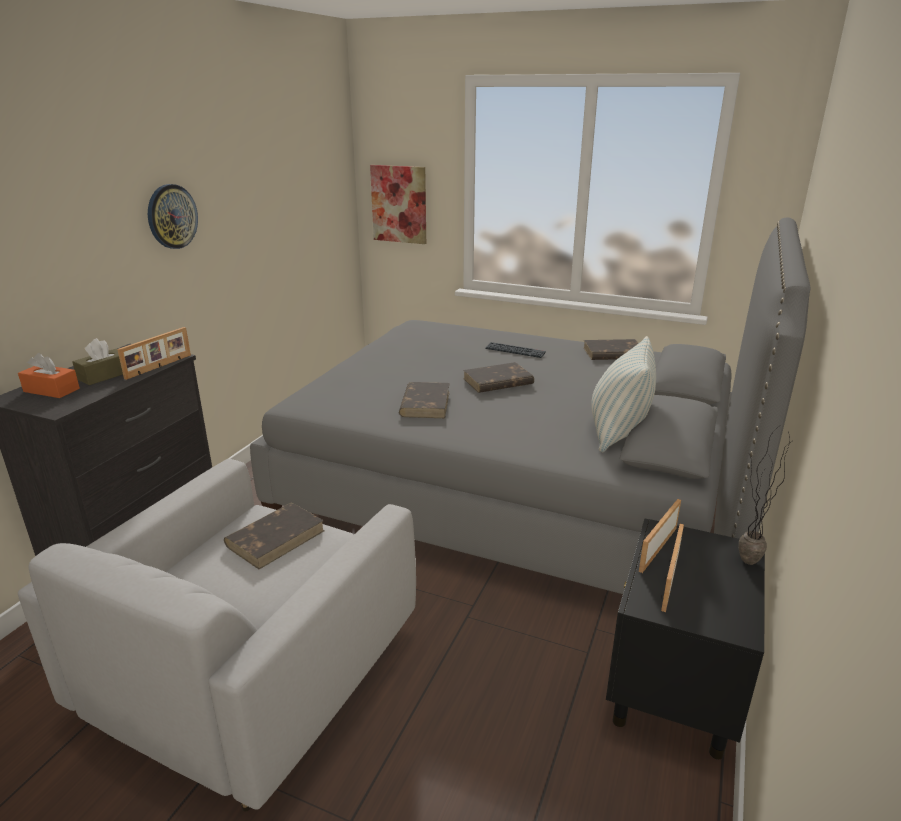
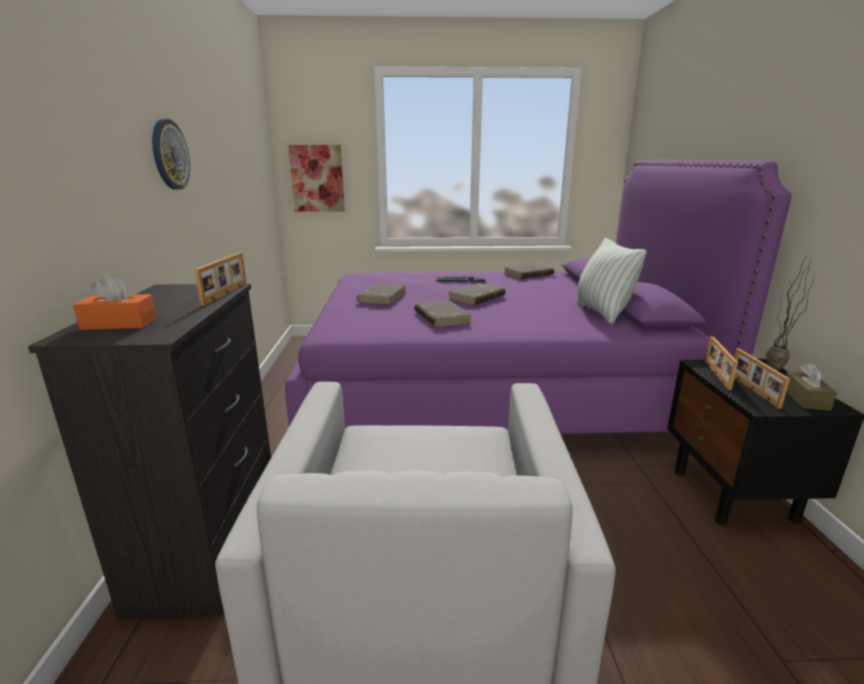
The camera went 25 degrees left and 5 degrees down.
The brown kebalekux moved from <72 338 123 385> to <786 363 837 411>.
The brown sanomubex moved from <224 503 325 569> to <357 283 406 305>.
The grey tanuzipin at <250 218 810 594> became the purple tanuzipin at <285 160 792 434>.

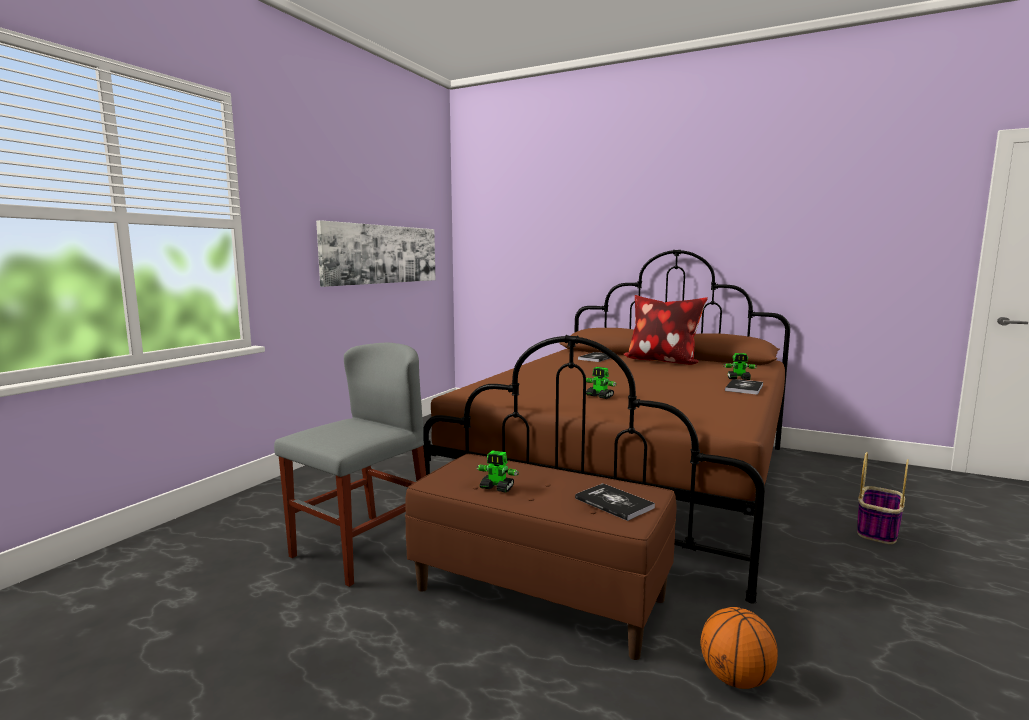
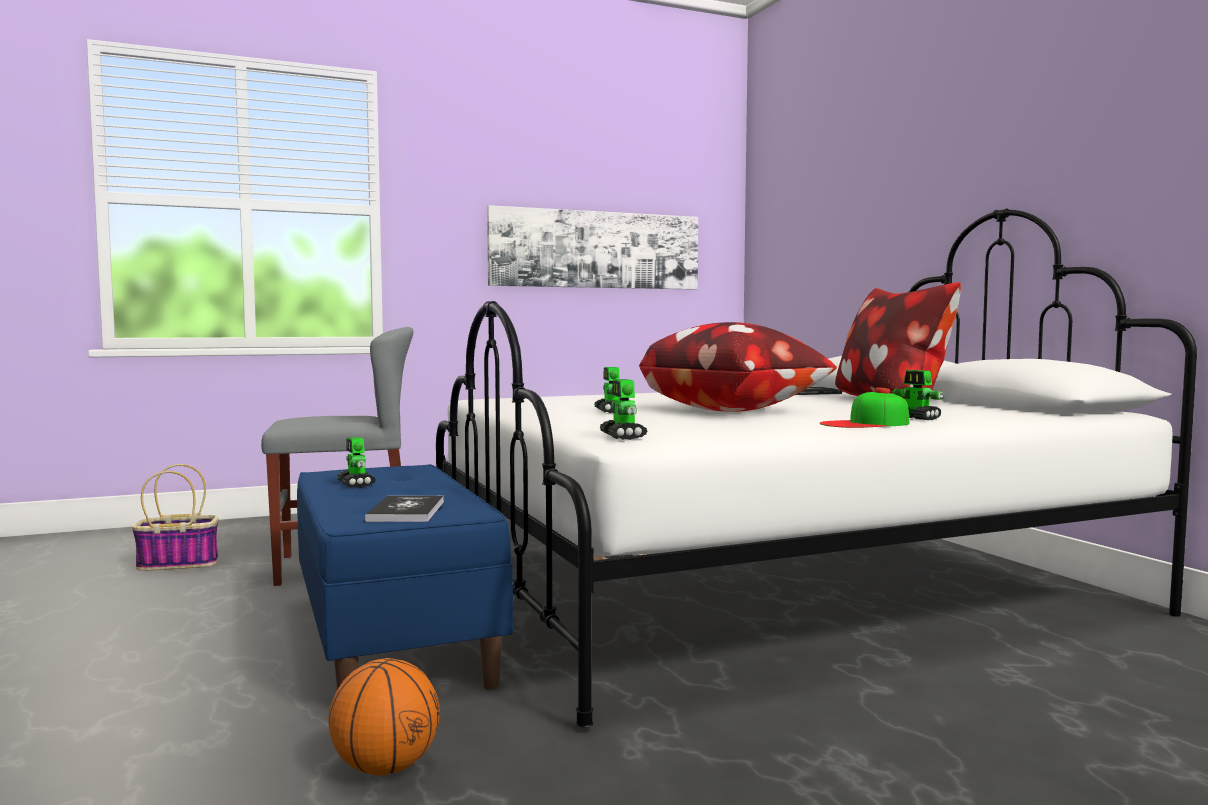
The camera went 40 degrees right and 5 degrees down.
The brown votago at <405 454 676 660> became the blue votago at <297 464 513 690>.
The brown tanuzipin at <423 249 790 604> became the white tanuzipin at <436 208 1197 728>.
The sanomubex at <725 379 763 395> was replaced by the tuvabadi at <819 388 910 428>.
The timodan moved from <857 452 909 544> to <132 464 219 571>.
The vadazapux at <600 379 647 440> appeared.
The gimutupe at <639 322 837 412> appeared.

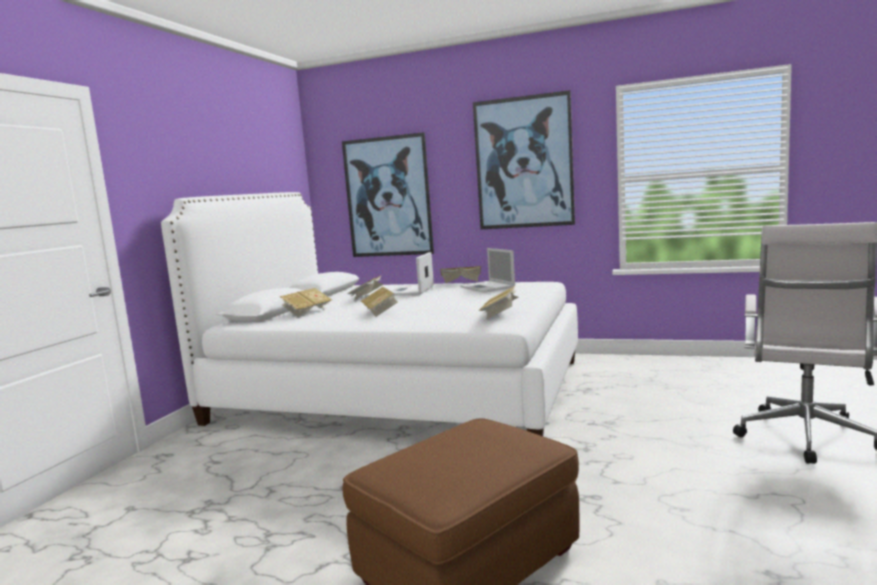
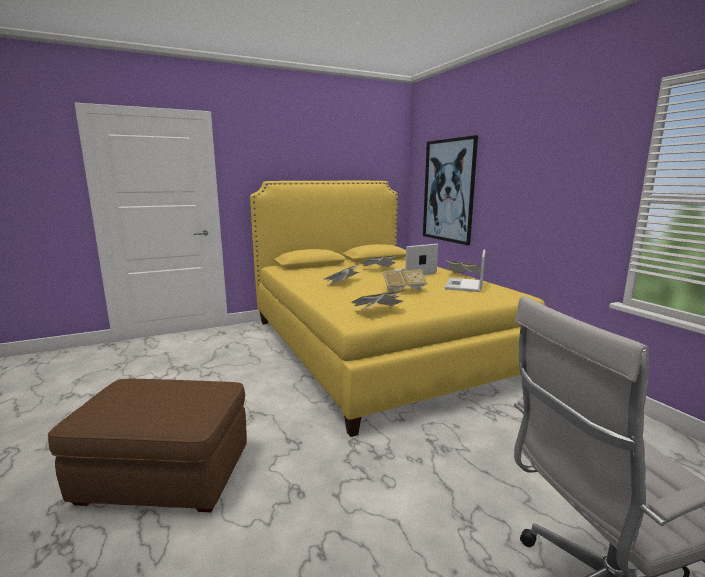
The camera went 45 degrees right and 5 degrees up.
The white tanuzipin at <161 192 578 436> became the yellow tanuzipin at <250 181 545 437>.
The sanomubex moved from <280 288 332 317> to <382 270 427 292>.
The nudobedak at <473 90 575 229> disappeared.

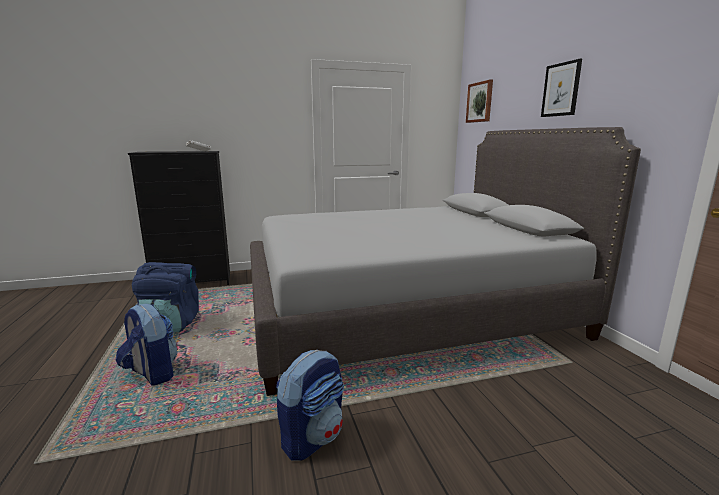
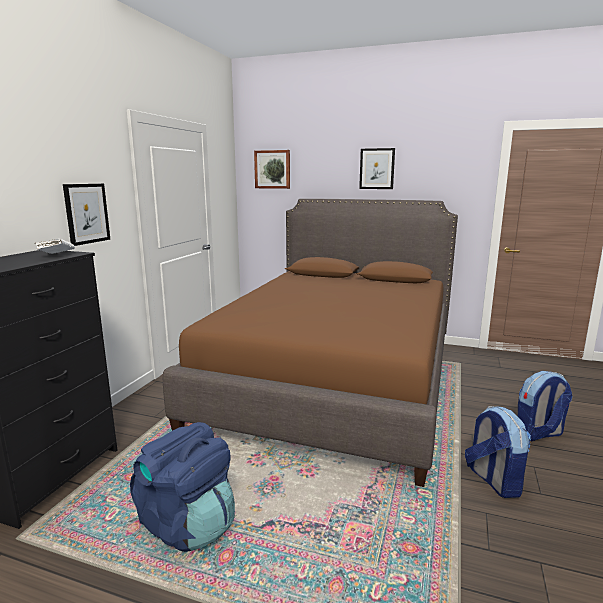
The camera went 55 degrees left and 0 degrees up.
The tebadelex moved from <116 304 178 386> to <518 371 572 441>.
The grey tanuzipin at <250 127 641 396> became the brown tanuzipin at <163 199 458 487>.
The nudobedak at <63 184 111 246> appeared.

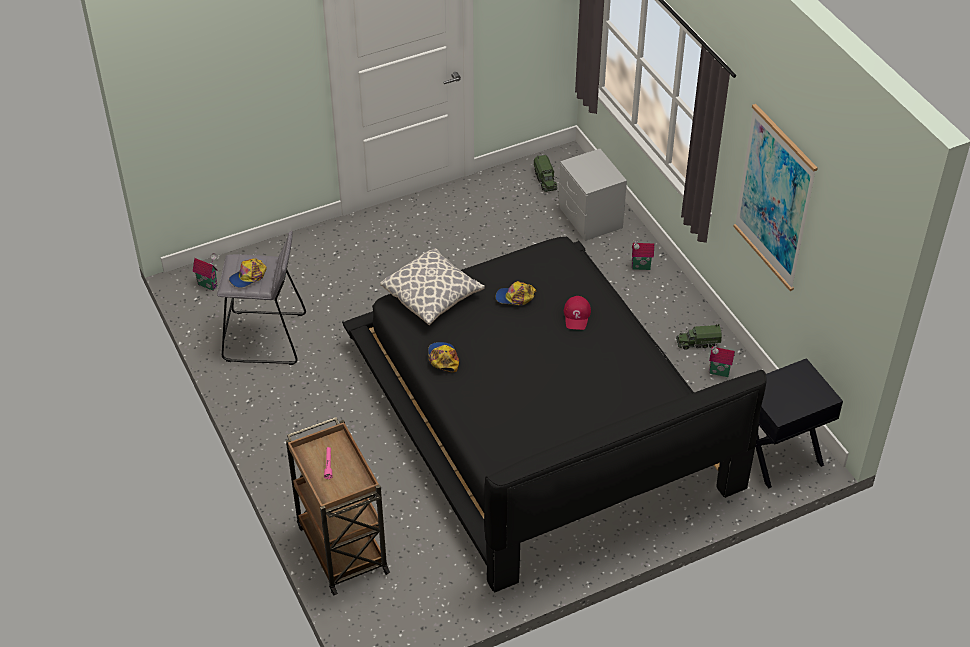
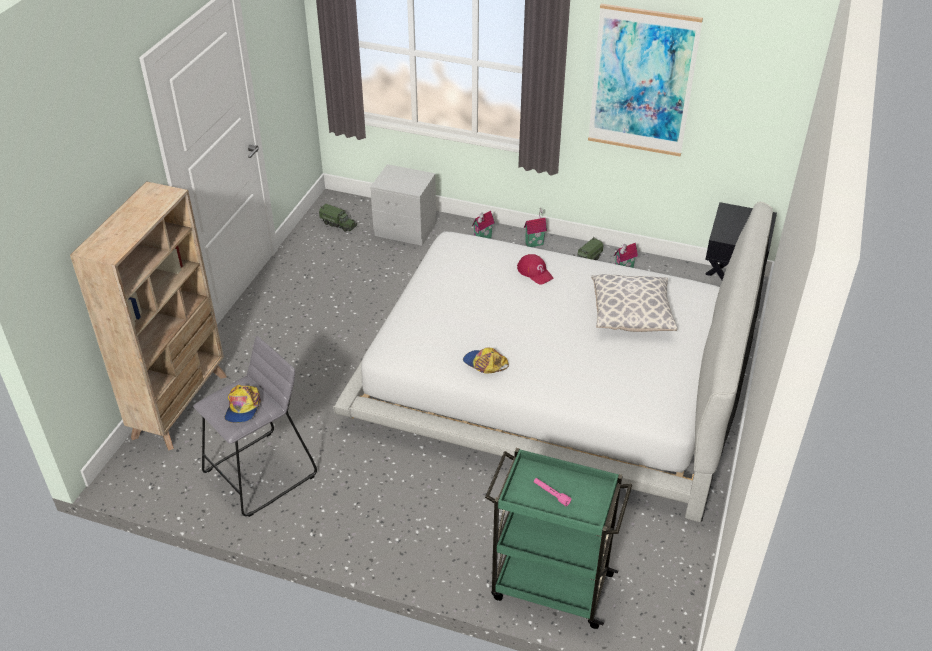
The camera went 45 degrees left and 5 degrees down.
The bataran moved from <193 253 218 291> to <524 208 547 247>.
The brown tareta at <286 417 390 596> became the green tareta at <485 448 632 629>.
The black tanuzipin at <342 237 767 593> became the white tanuzipin at <333 202 773 522>.
The gimutupe moved from <380 248 485 325> to <591 274 677 332>.
The tuvabadi at <496 281 537 305> disappeared.
The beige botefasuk at <70 181 227 450> appeared.

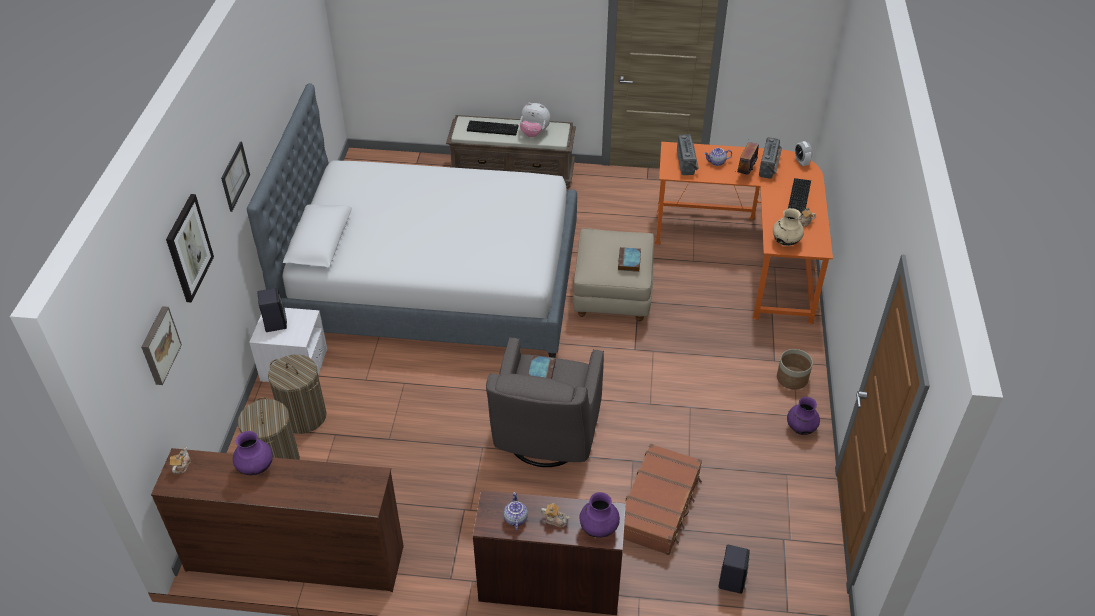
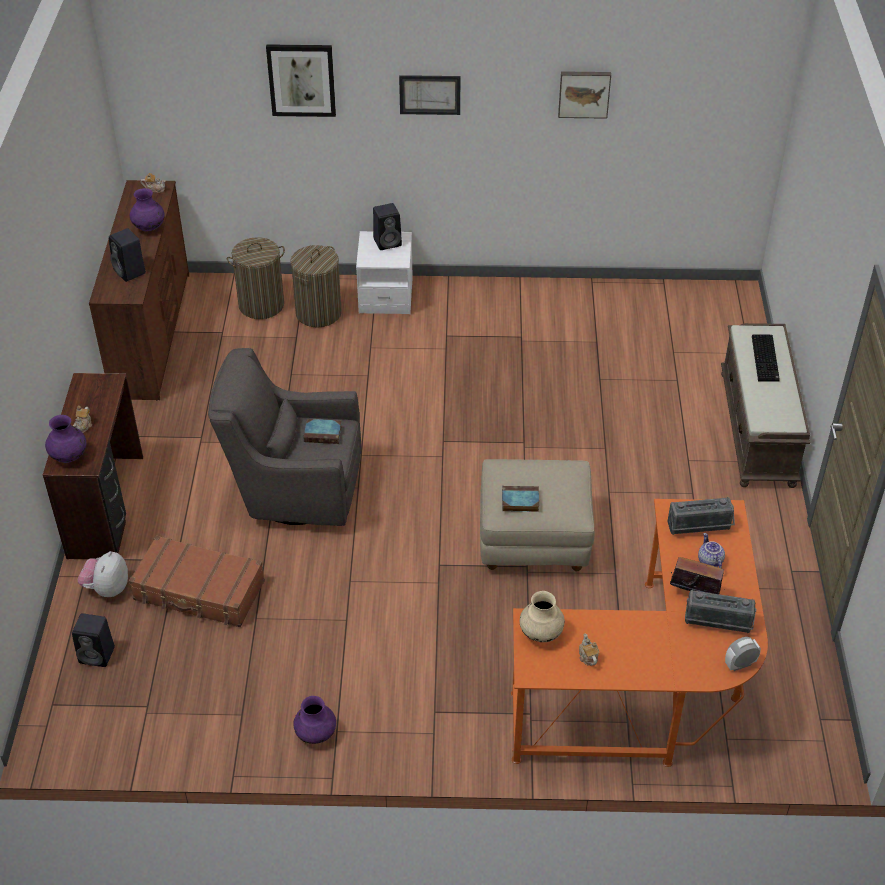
The camera went 85 degrees right and 0 degrees up.
The nudobedak moved from <141 306 182 385> to <558 71 611 119>.
The tanuzipin at <247 83 577 358> disappeared.
The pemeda at <504 492 528 531> disappeared.
The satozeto moved from <520 103 550 137> to <78 551 128 597>.
The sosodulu at <777 349 813 390> disappeared.
The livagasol at <788 178 811 215> disappeared.
The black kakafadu at <109 228 146 282> appeared.

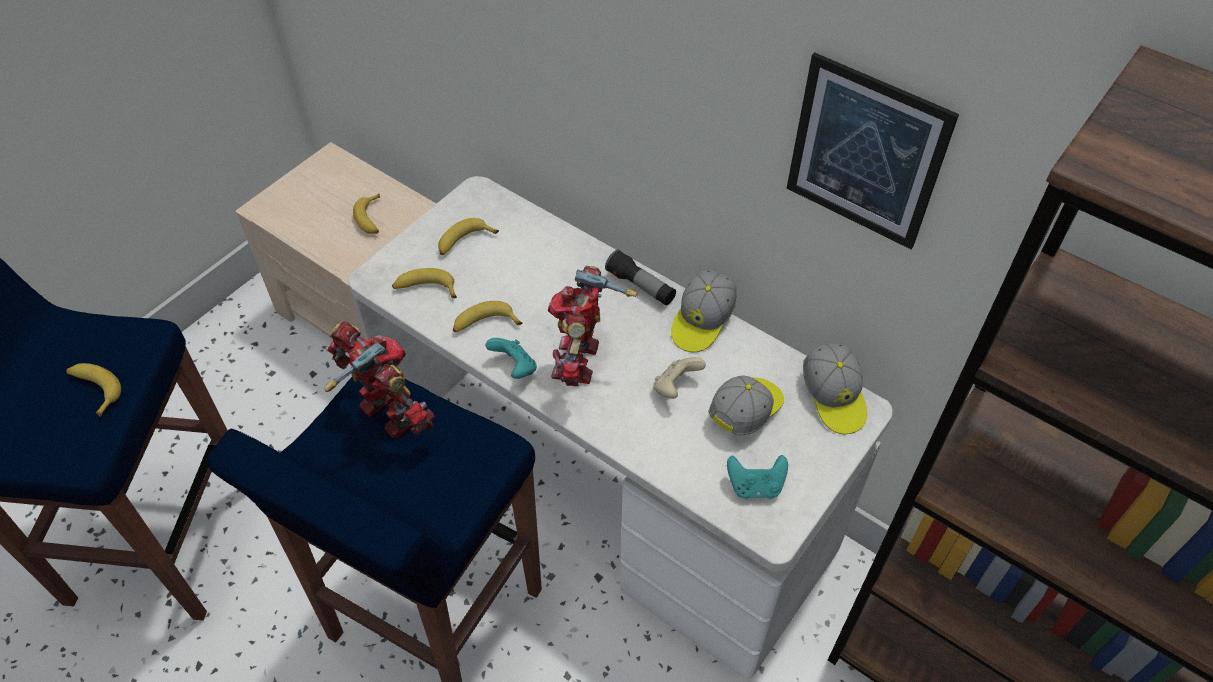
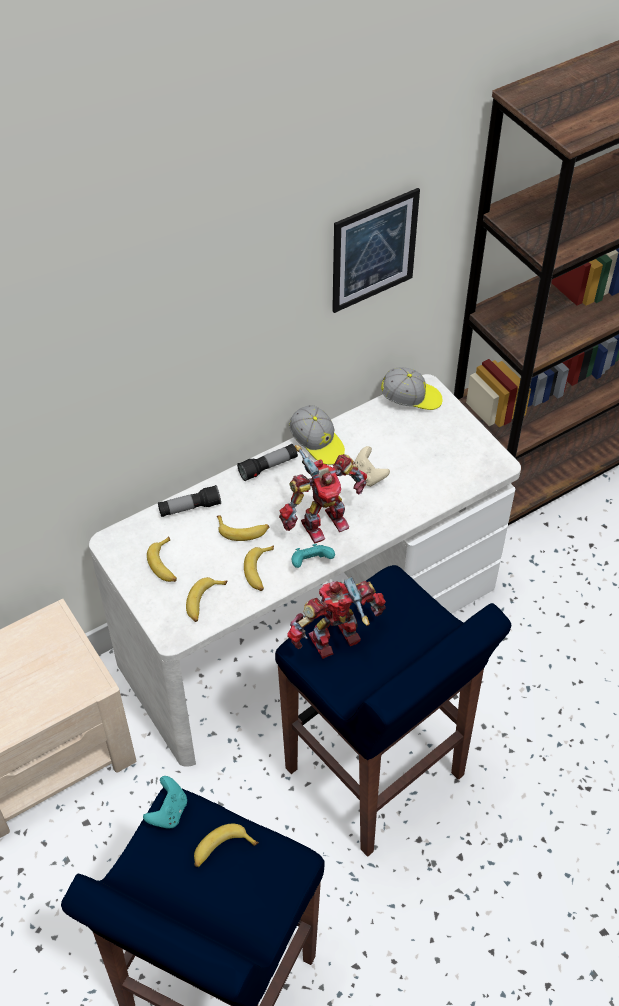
The camera went 70 degrees left and 0 degrees up.
The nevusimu moved from <353 193 380 234> to <217 515 269 541>.
The vadazapux at <548 266 637 386> turned 60 degrees counterclockwise.
The tuvabadi at <708 375 784 436> disappeared.
The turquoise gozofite moved from <727 455 788 499> to <143 776 187 829>.
The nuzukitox at <158 485 221 517> appeared.

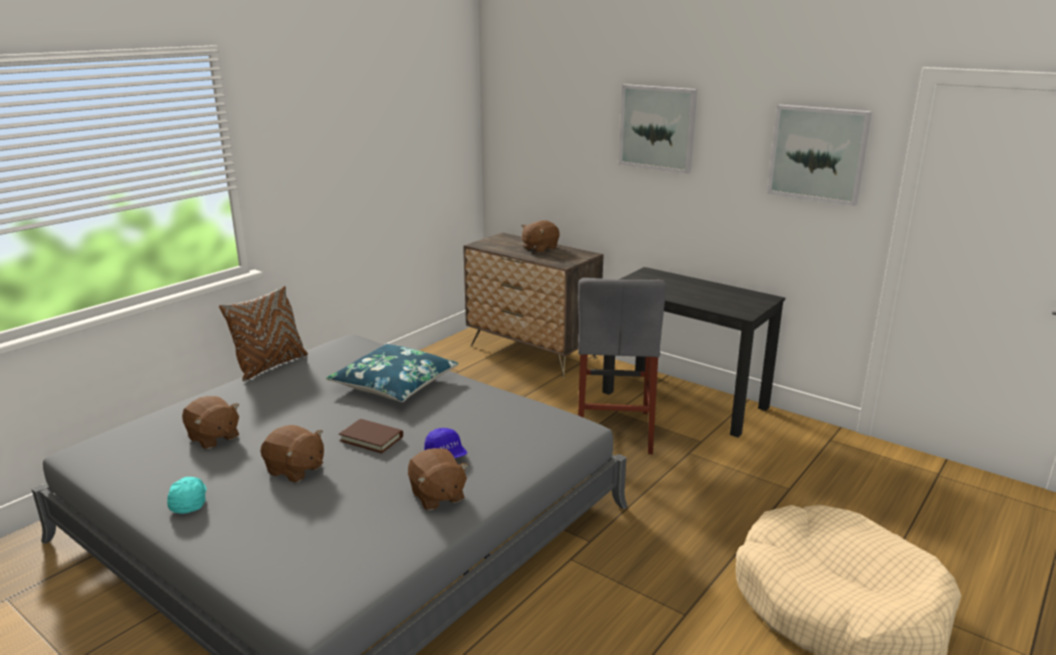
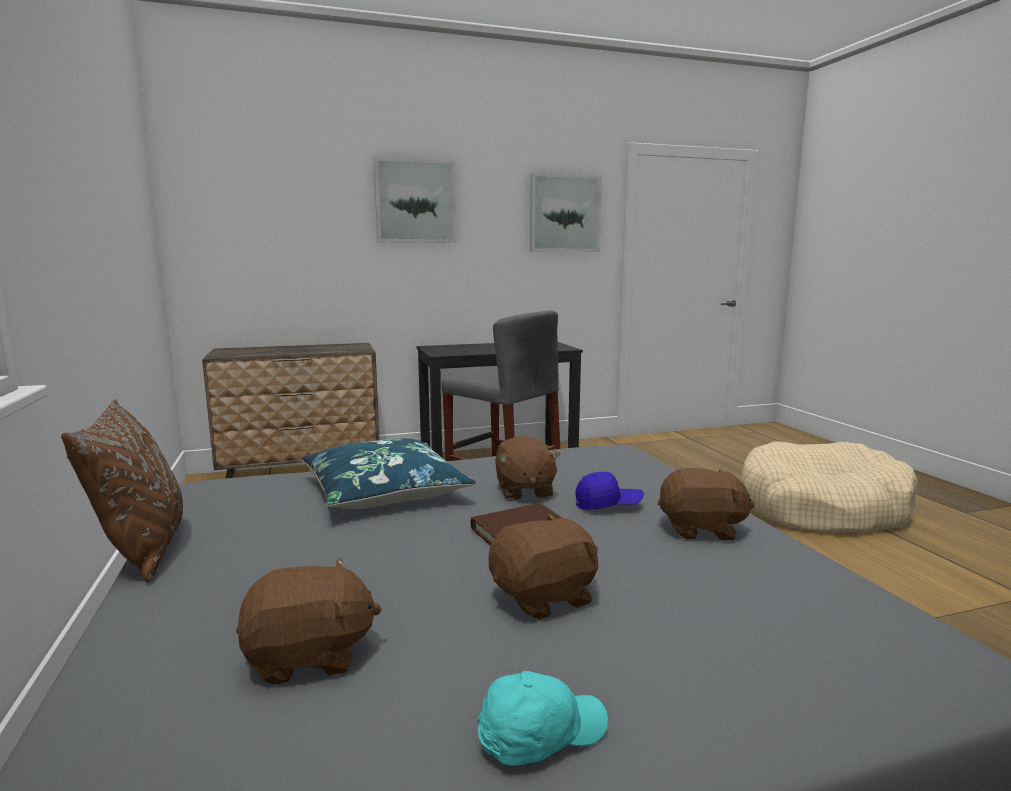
The camera went 55 degrees left and 10 degrees down.
The turquoise tuvabadi at <167 477 207 514> turned 135 degrees clockwise.
The brown satozeto moved from <522 220 560 253> to <495 436 561 500>.

